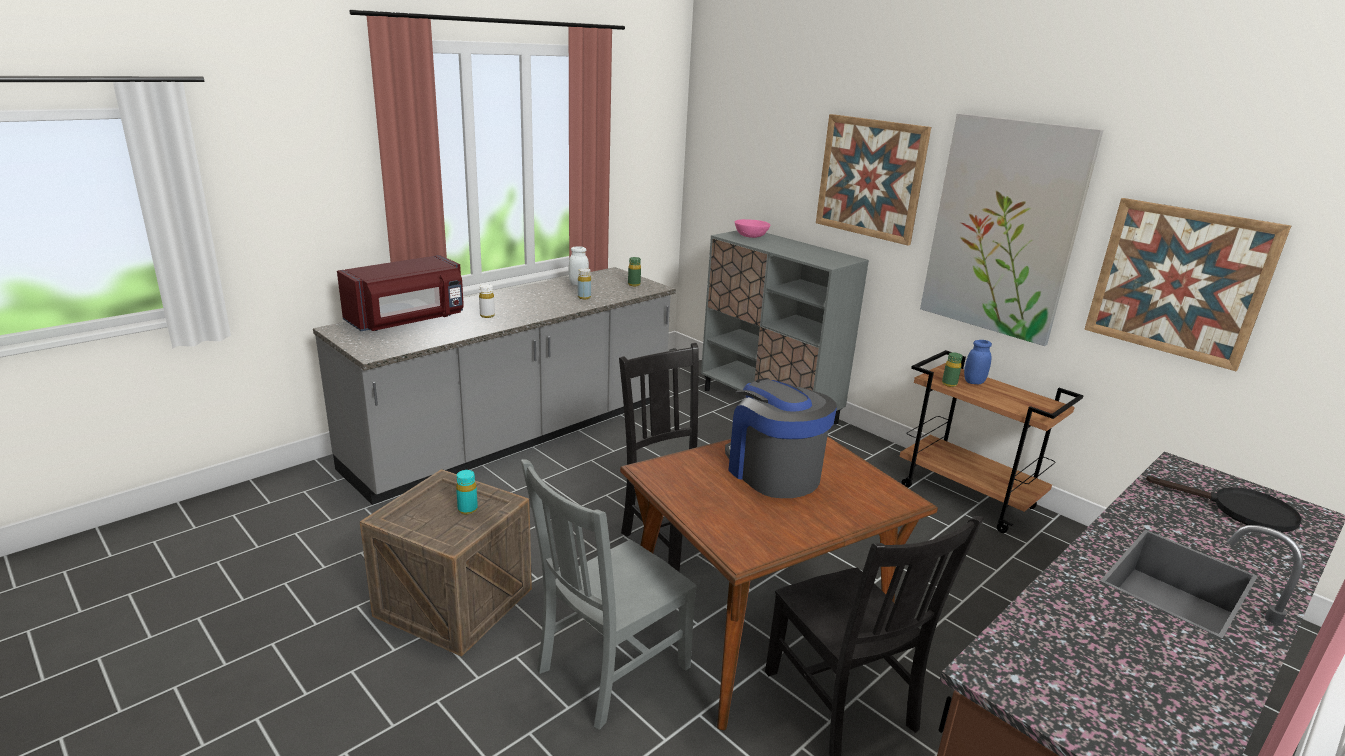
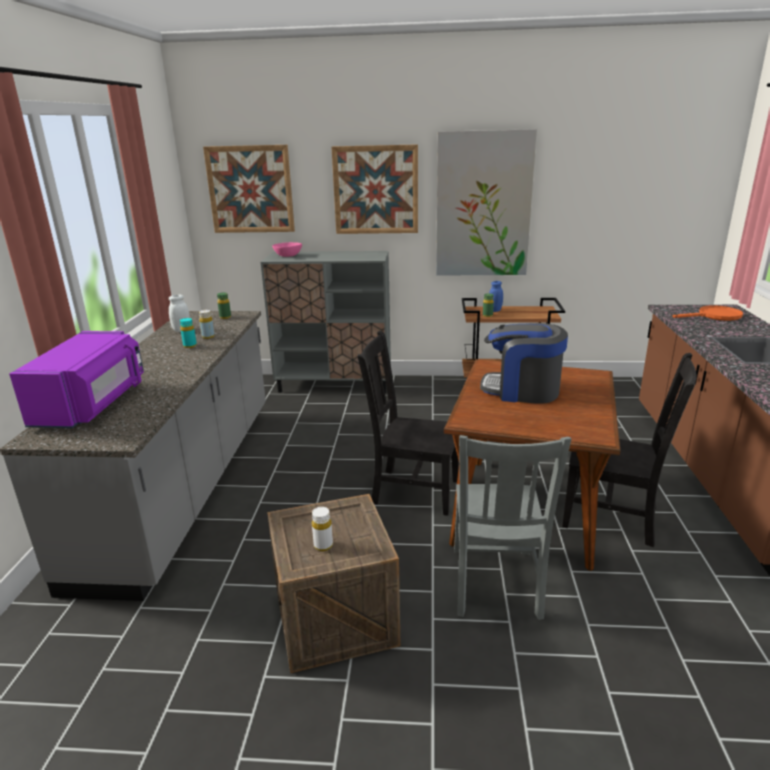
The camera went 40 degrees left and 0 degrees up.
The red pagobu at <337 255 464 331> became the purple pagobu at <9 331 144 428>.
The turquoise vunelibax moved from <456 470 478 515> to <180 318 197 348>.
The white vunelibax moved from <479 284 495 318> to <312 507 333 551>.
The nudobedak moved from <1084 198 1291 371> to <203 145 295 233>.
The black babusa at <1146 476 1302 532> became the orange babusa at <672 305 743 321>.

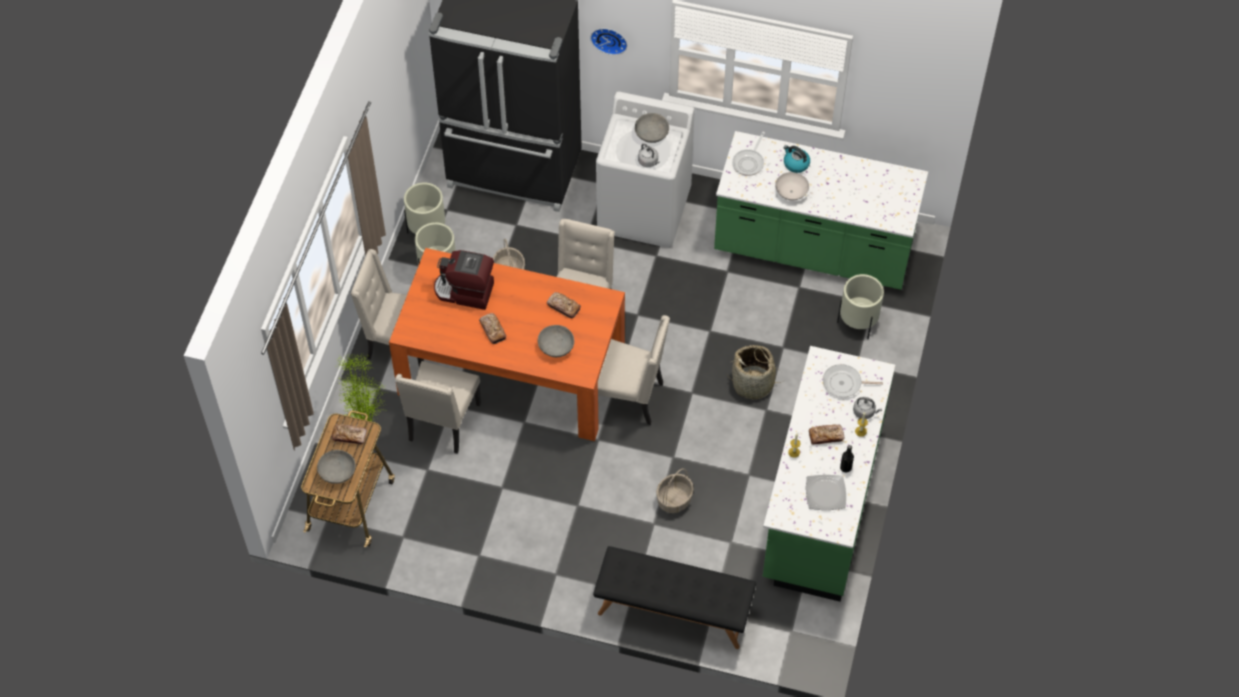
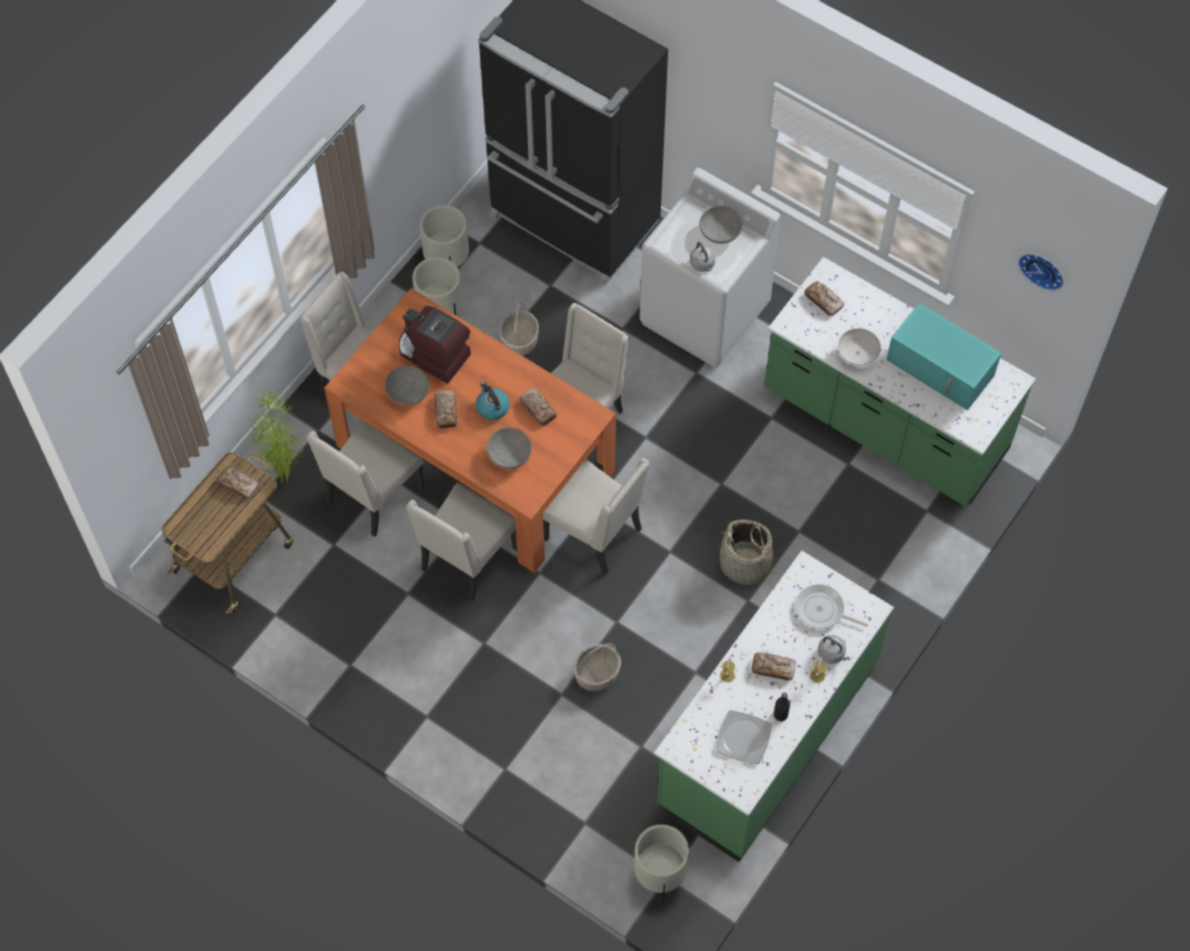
The camera went 20 degrees right and 5 degrees up.
The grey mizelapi moved from <317 450 356 484> to <385 366 429 405>.
The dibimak moved from <590 28 627 55> to <1018 254 1064 291>.
The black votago at <593 546 756 649> disappeared.
The babusa at <732 132 765 176> was replaced by the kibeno at <804 281 844 316>.
The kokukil moved from <783 145 810 173> to <476 382 510 420>.
The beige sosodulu moved from <837 274 884 339> to <634 824 689 902>.
The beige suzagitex at <406 482 517 602> appeared.
The turquoise pagobu at <886 303 1001 410> appeared.

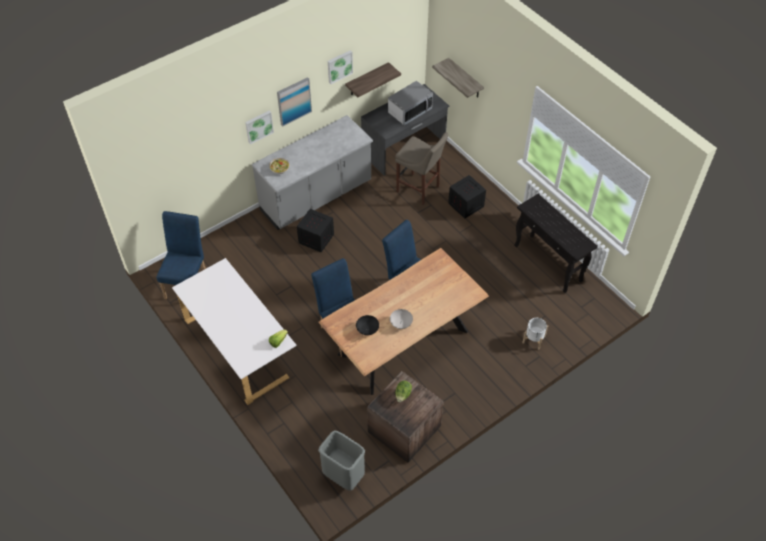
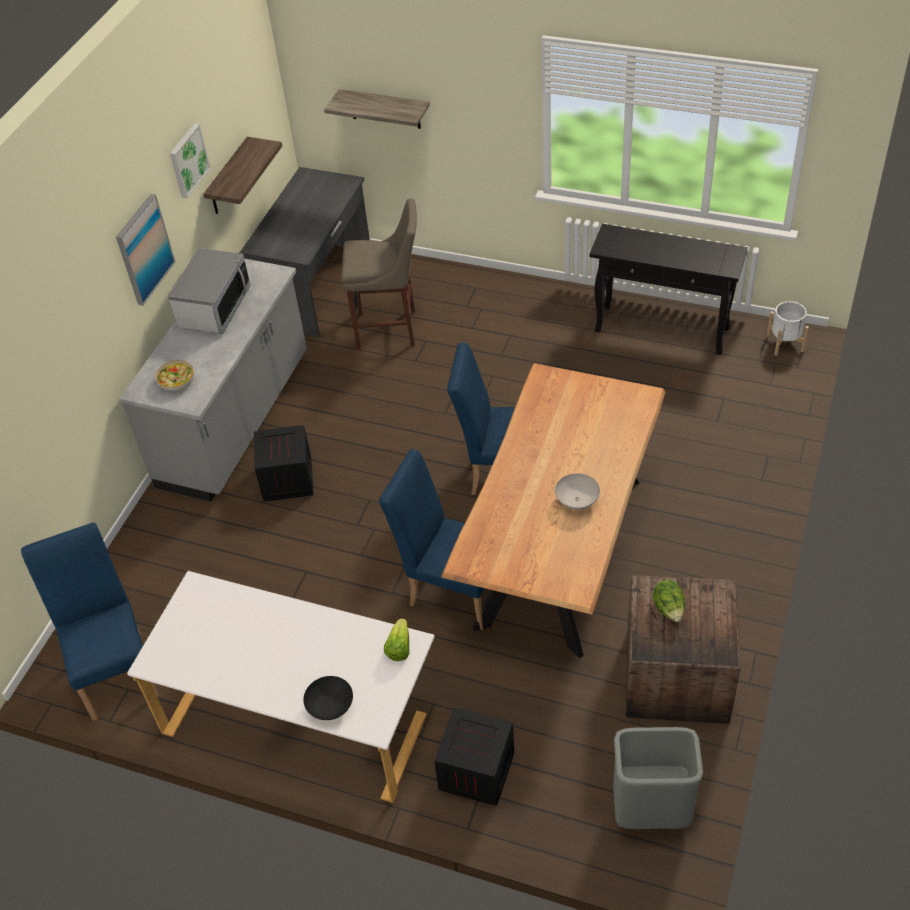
The camera went 30 degrees left and 5 degrees down.
The nudobedak at <245 111 274 145> disappeared.
The black mizelapi moved from <356 315 379 335> to <303 676 353 720>.
The pagobu moved from <388 81 433 126> to <168 248 251 334>.
The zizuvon moved from <448 175 486 218> to <434 708 514 806>.
The white sosodulu moved from <522 318 548 350> to <767 301 809 356>.

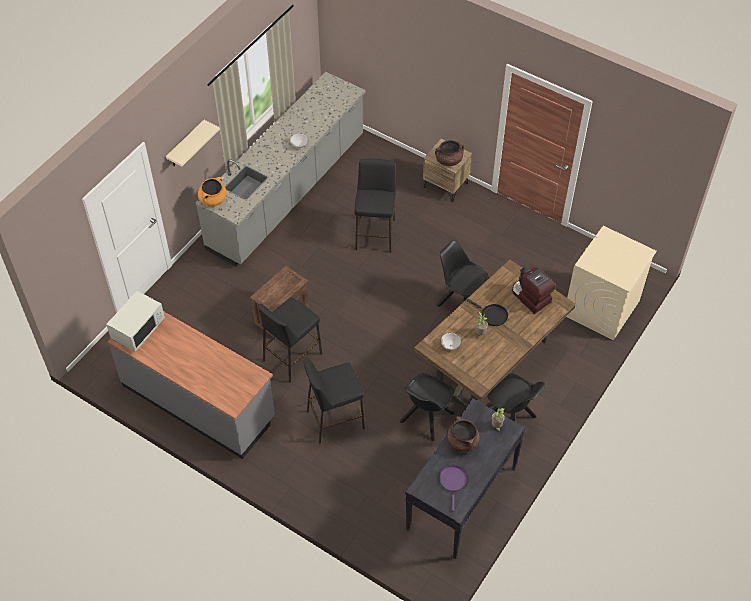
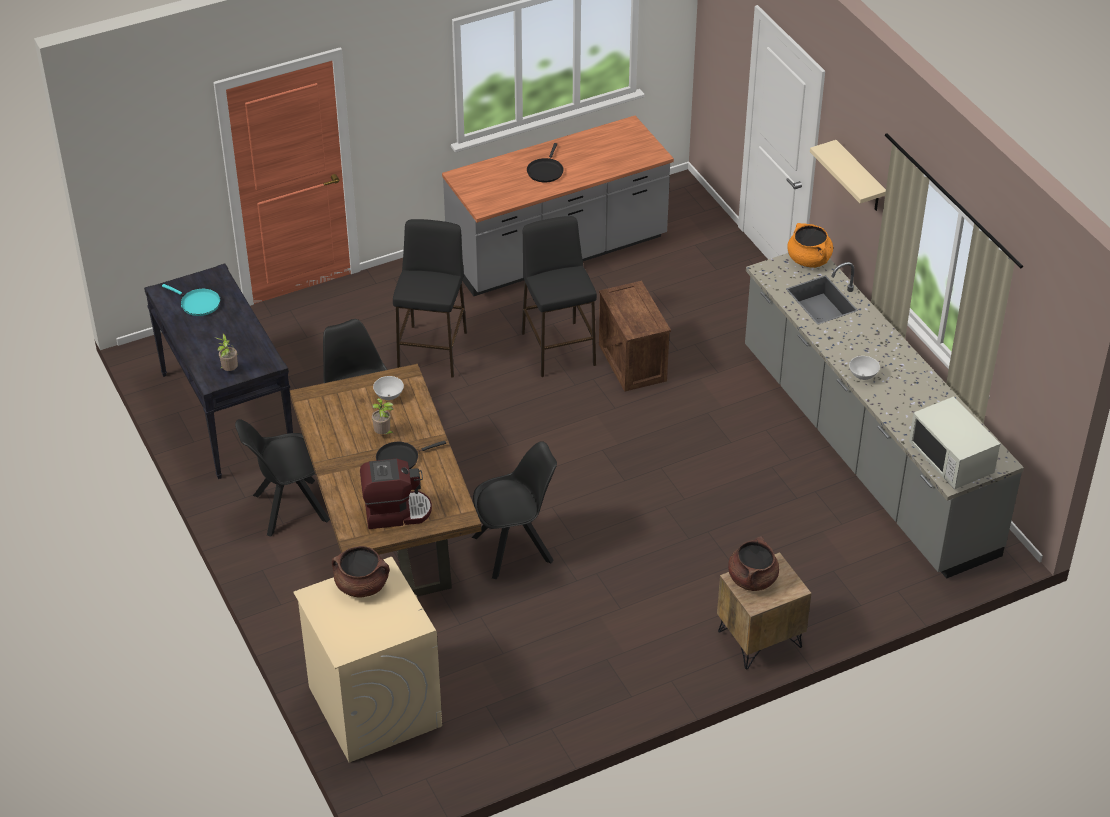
The camera went 120 degrees right and 10 degrees down.
The white pagobu moved from <106 291 165 352> to <909 396 1000 489>.
The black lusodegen at <355 158 396 253> disappeared.
The purple babusa at <439 465 468 511> became the turquoise babusa at <162 284 220 316>.
The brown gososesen moved from <446 416 480 453> to <332 546 390 597>.
The black babusa at <527 143 564 182> appeared.

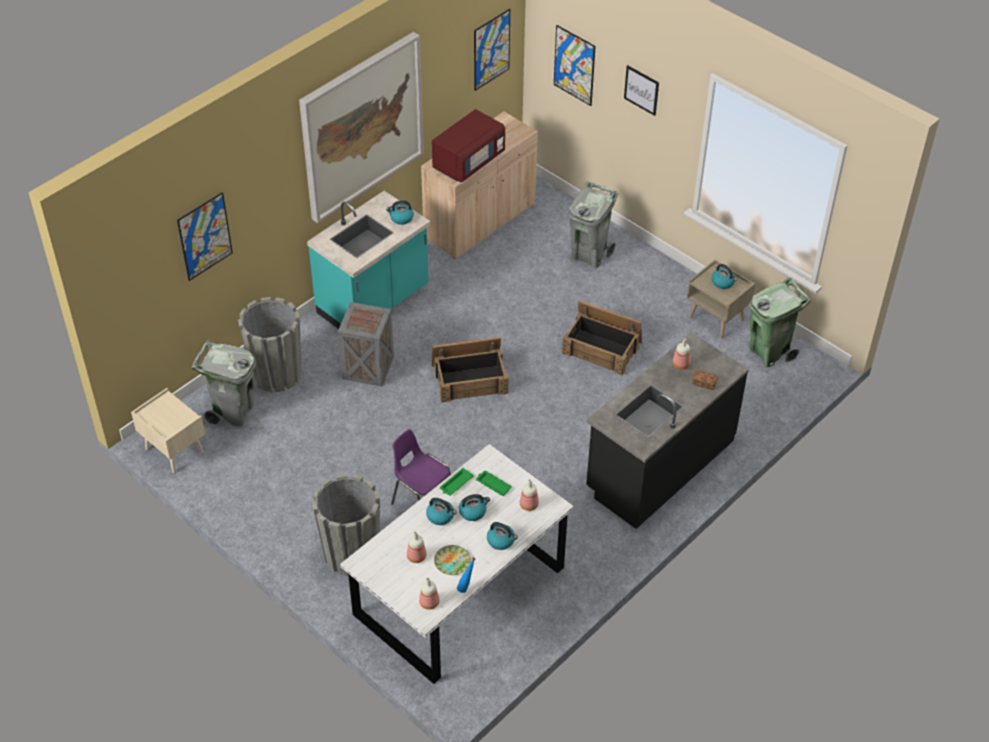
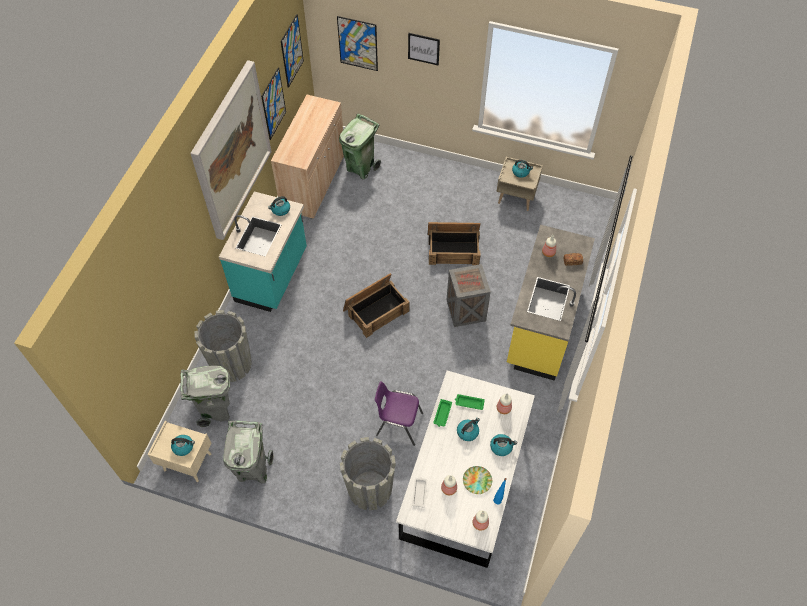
The camera went 25 degrees left and 10 degrees up.
The nudobedak moved from <177 192 233 281> to <261 67 286 140>.
The zizuvon moved from <338 302 394 387> to <447 264 491 327>.
The kokukil moved from <426 498 457 525> to <171 435 195 456>.
The red pagobu at <432 109 505 183> disappeared.
The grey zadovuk moved from <568 182 618 269> to <223 421 274 484>.
The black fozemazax at <586 333 749 529> became the yellow fozemazax at <507 225 595 381>.
The green zadovuk moved from <749 278 810 368> to <339 114 381 180>.
The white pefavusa at <412 477 427 507> appeared.

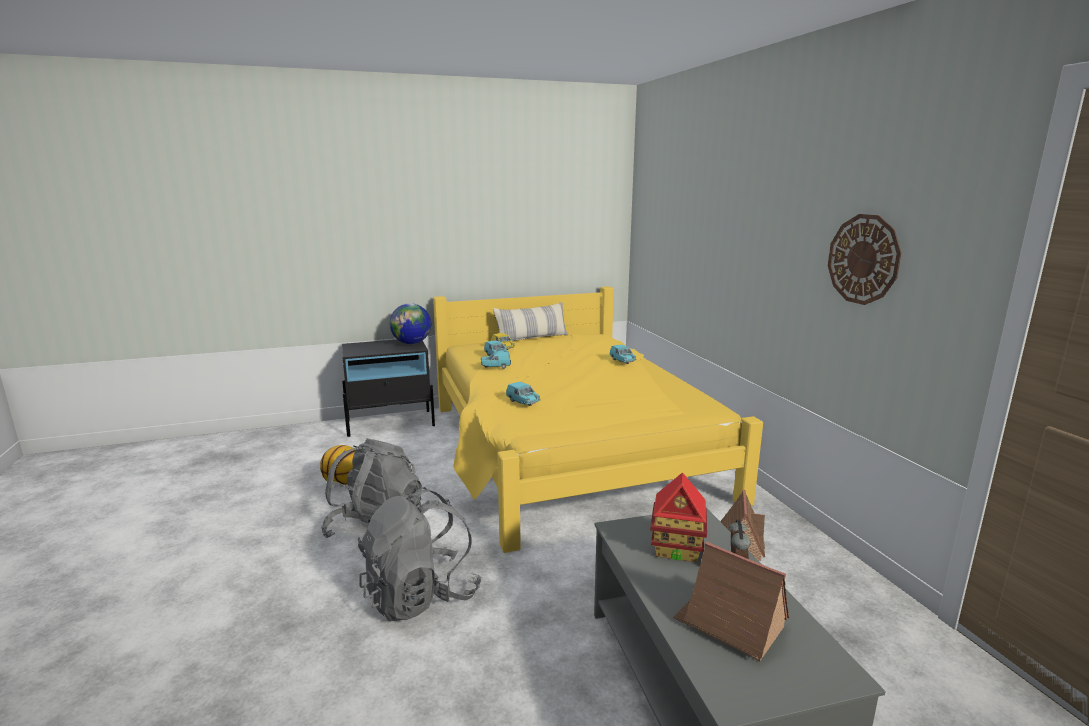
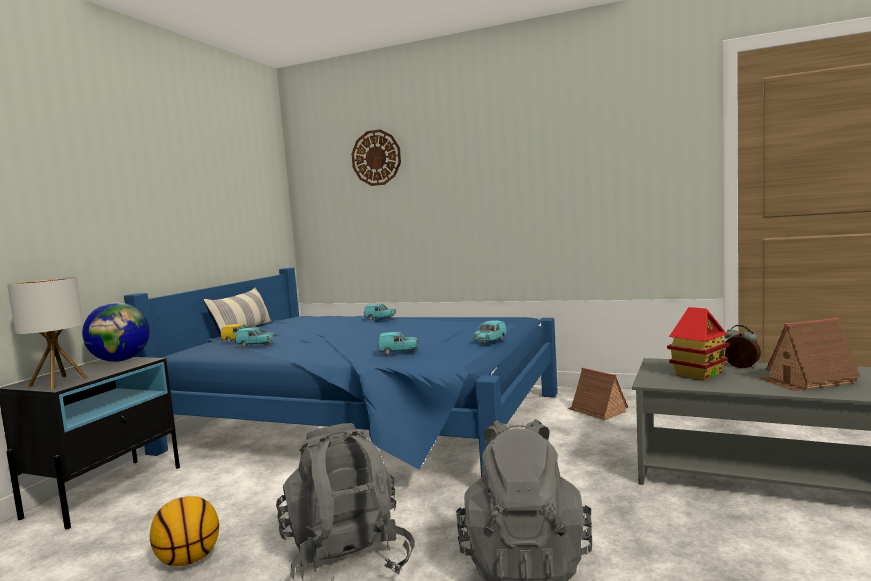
The camera went 50 degrees left and 10 degrees down.
The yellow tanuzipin at <433 286 763 553> became the blue tanuzipin at <124 268 558 478>.
The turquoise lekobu moved from <481 351 511 369> to <473 321 507 344>.
The dibimak moved from <828 214 901 305> to <351 129 401 186>.
The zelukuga at <7 277 88 389> appeared.

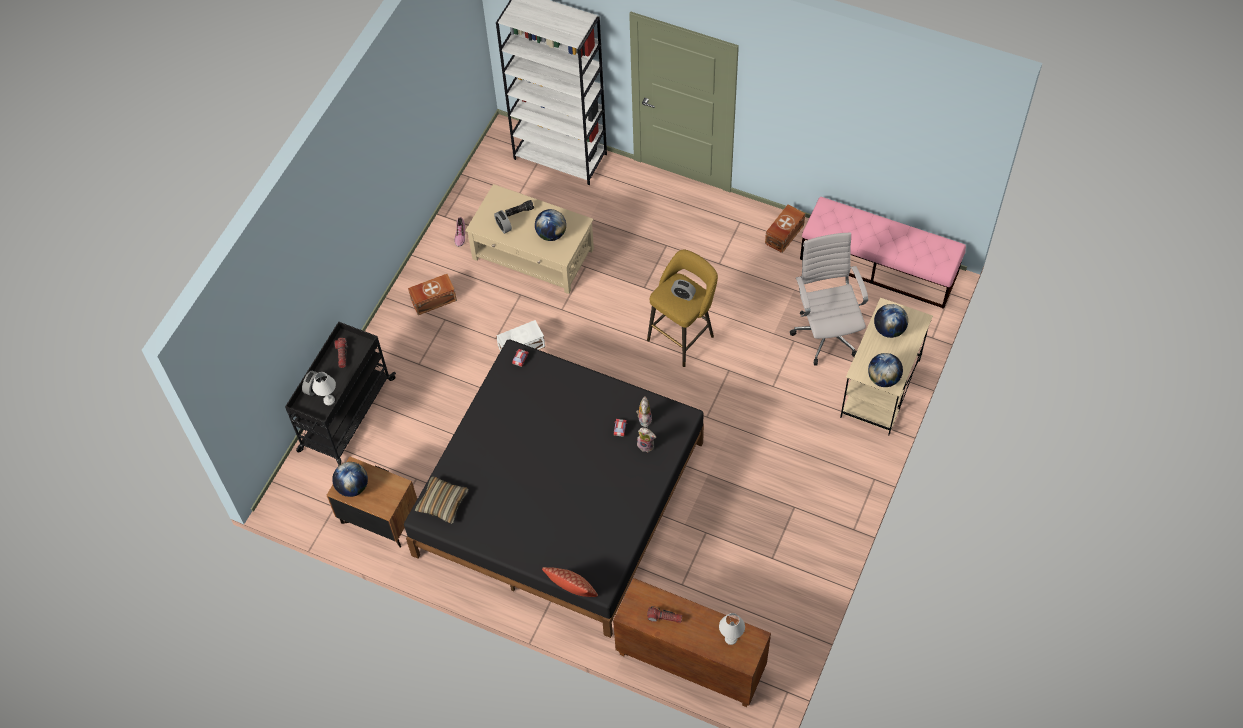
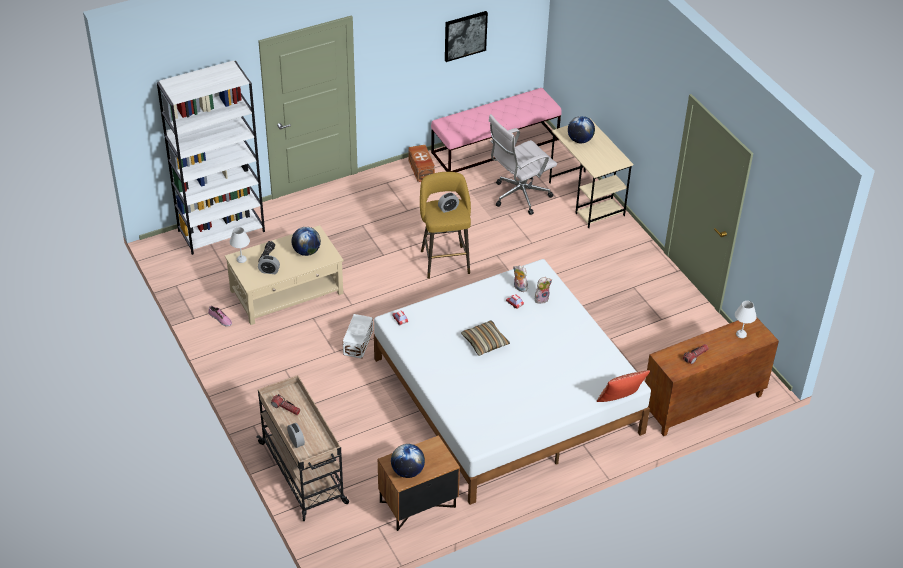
The camera went 55 degrees left and 15 degrees down.
The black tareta at <285 322 396 466> became the beige tareta at <256 375 349 521>.
The white zelukuga moved from <312 372 336 405> to <230 227 250 263>.
The black tanuzipin at <404 339 704 638> became the white tanuzipin at <374 259 651 505>.
The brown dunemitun at <408 274 457 315> disappeared.
The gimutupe moved from <415 476 468 524> to <461 320 510 356>.
The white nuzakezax at <790 232 868 366> turned 60 degrees counterclockwise.
The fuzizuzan at <868 353 903 387> disappeared.
The nudobedak at <445 11 488 62> appeared.

